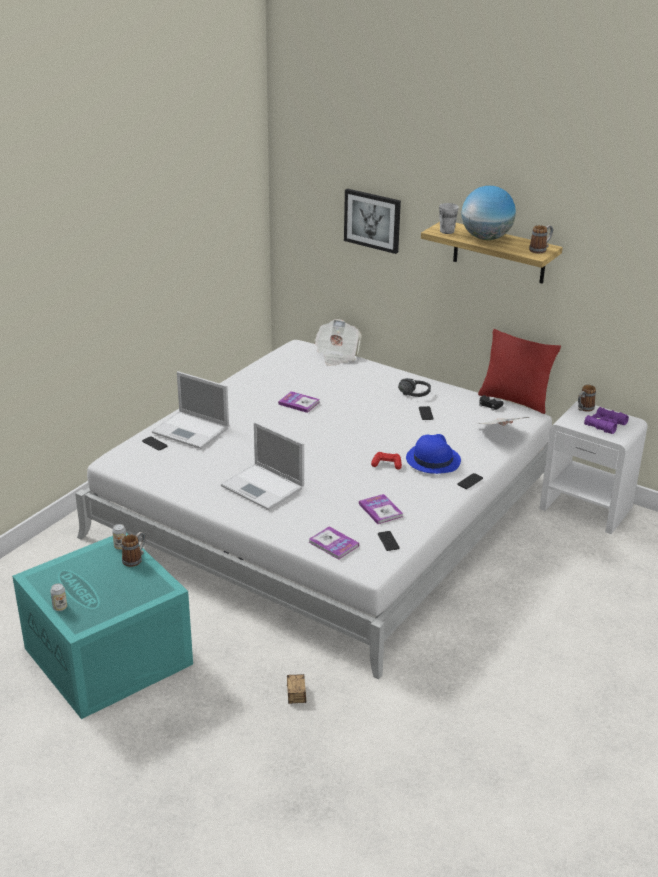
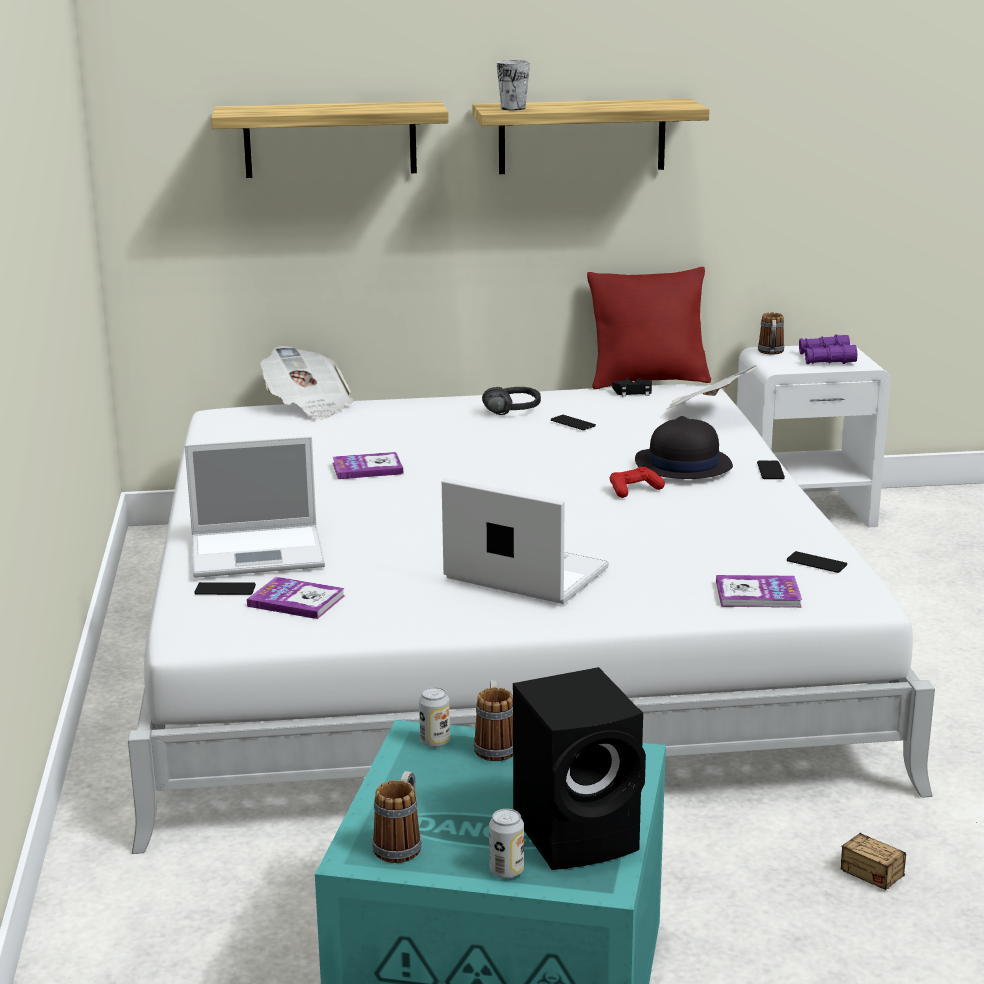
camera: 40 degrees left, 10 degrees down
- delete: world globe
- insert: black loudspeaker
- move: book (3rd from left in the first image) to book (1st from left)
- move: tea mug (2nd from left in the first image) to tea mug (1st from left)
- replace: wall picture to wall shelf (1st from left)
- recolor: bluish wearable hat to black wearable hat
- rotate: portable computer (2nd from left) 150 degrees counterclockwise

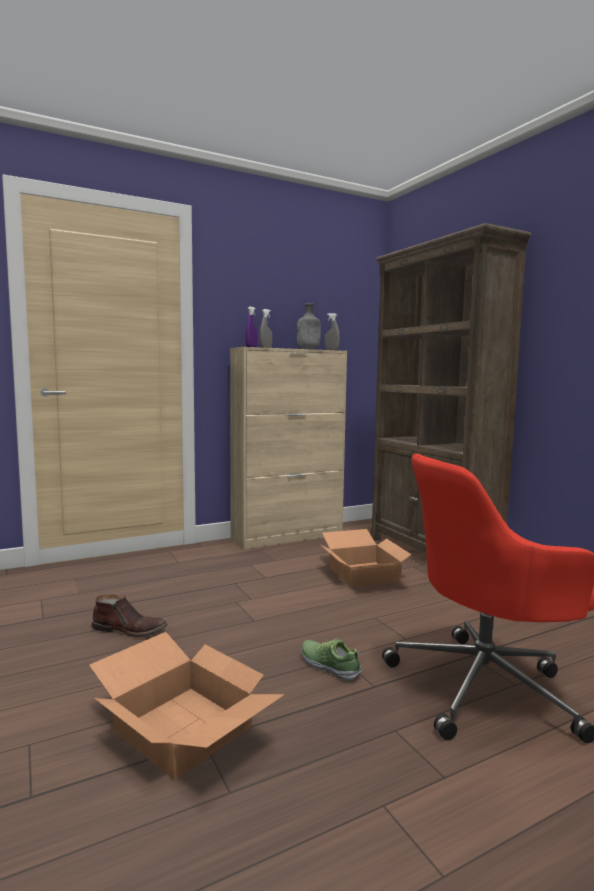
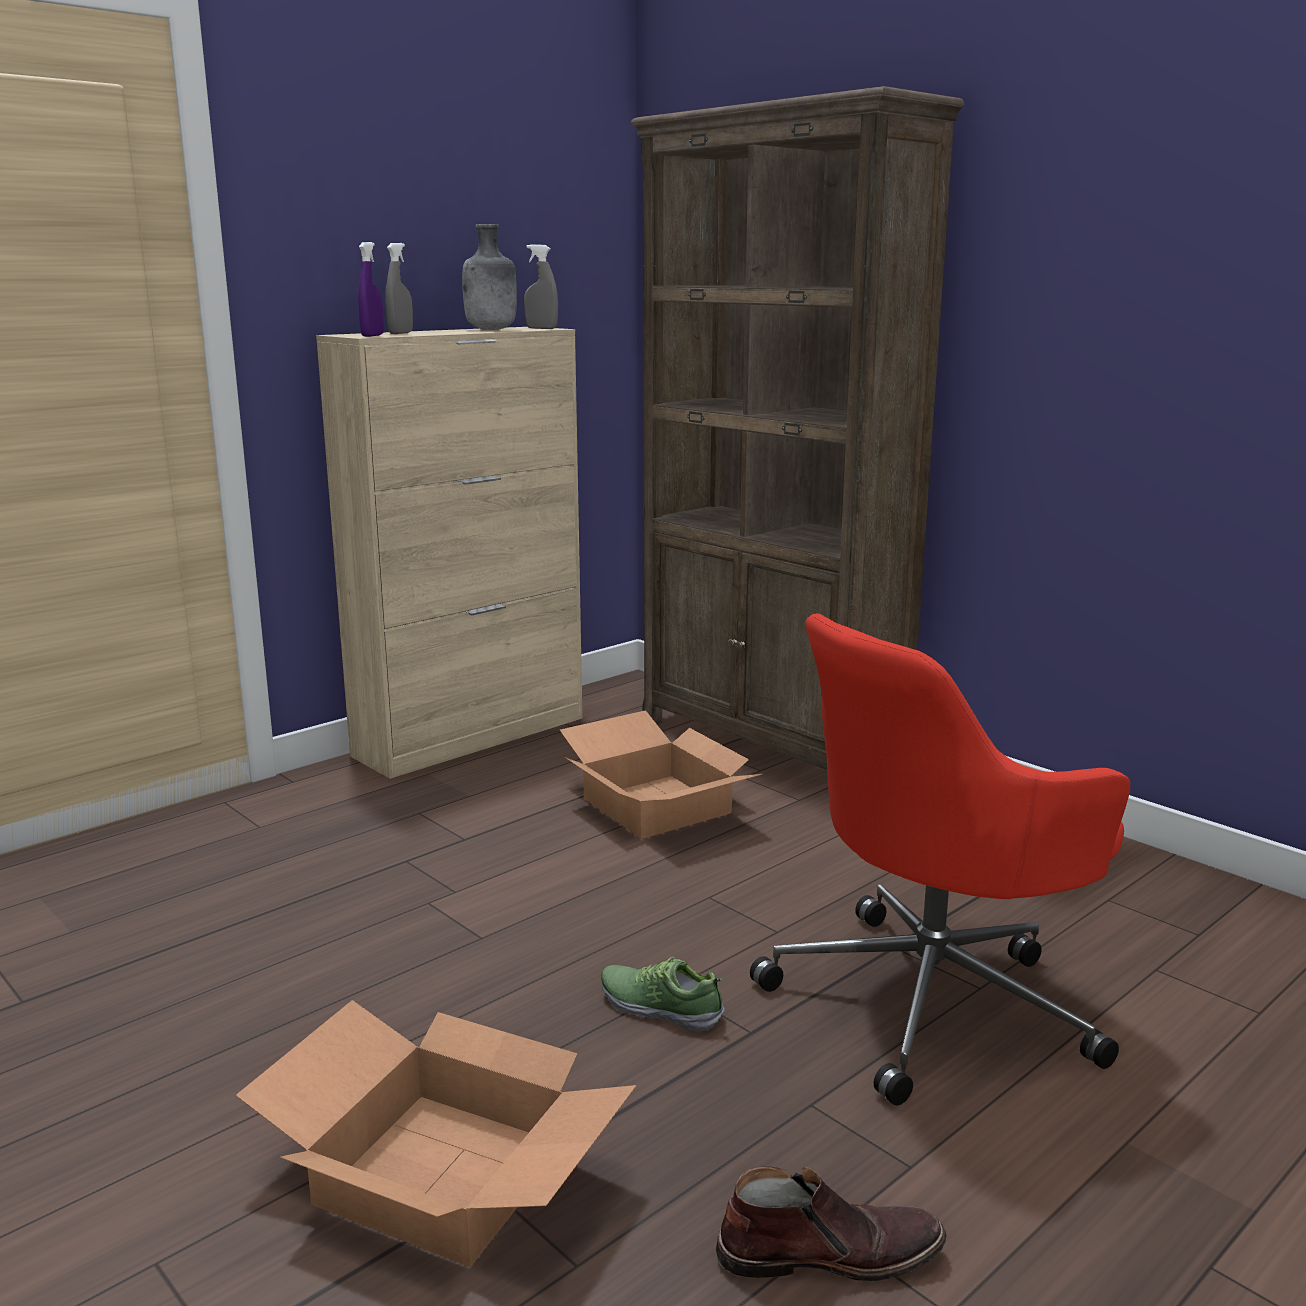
camera: 15 degrees left, 10 degrees up
- move: brown high-top boot

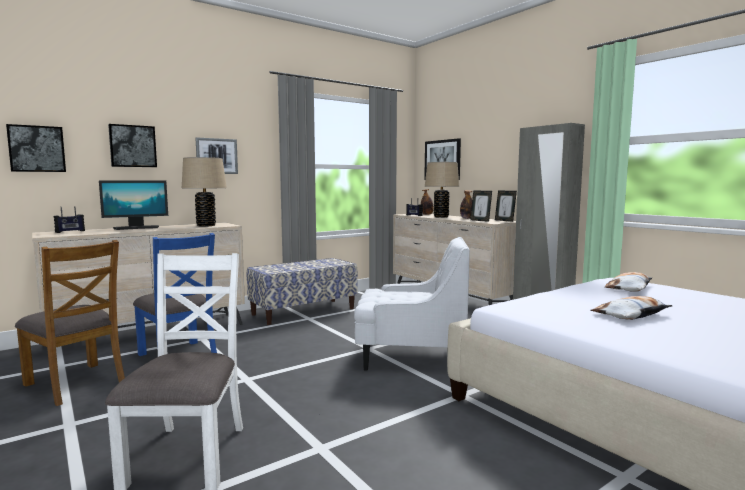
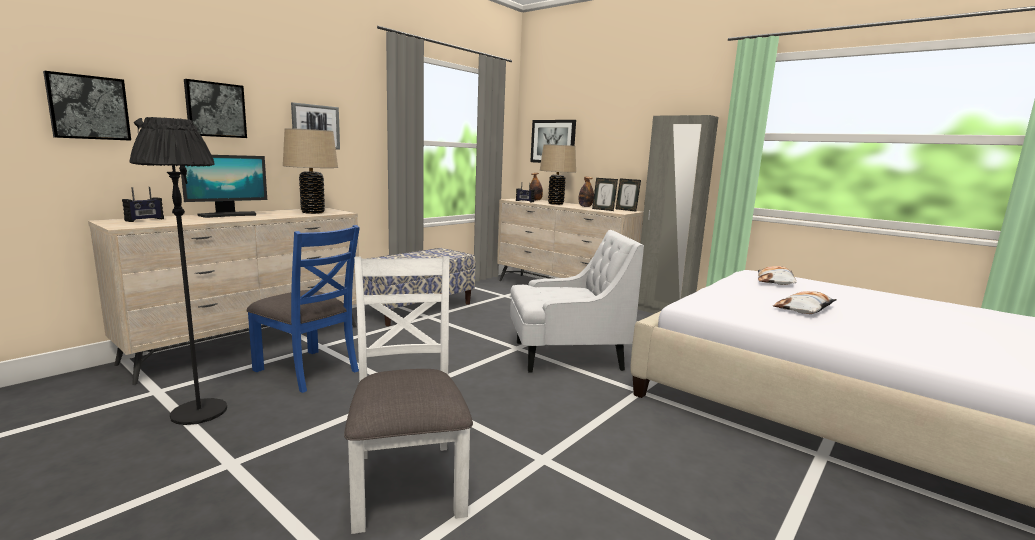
camera: 15 degrees left, 5 degrees up
- replace: brown plain chair to black floor lamp

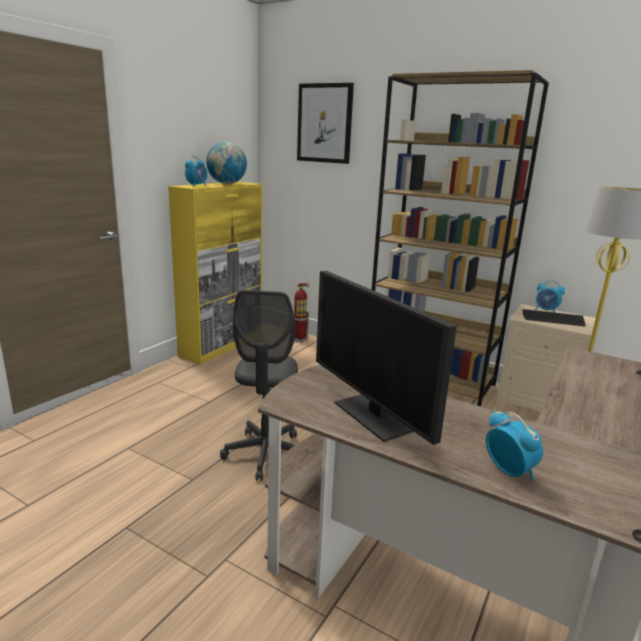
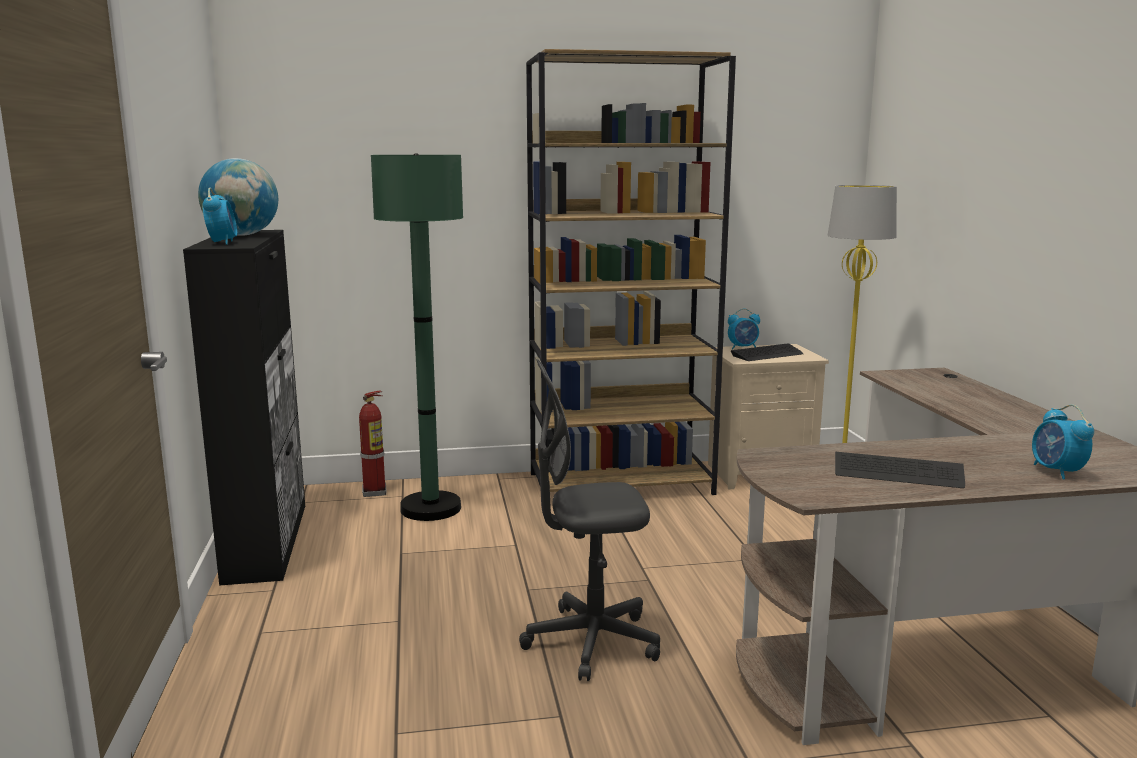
camera: 40 degrees left, 5 degrees down
- delete: wall picture
- insert: greenish floor lamp
- replace: computer screen to keyboard (2nd from left)
- recolor: yellowish storage cabinet to black storage cabinet
- rotate: greyish desk chair 120 degrees clockwise
- rotate: alarm clock (2nd from left in the first image) 120 degrees counterclockwise

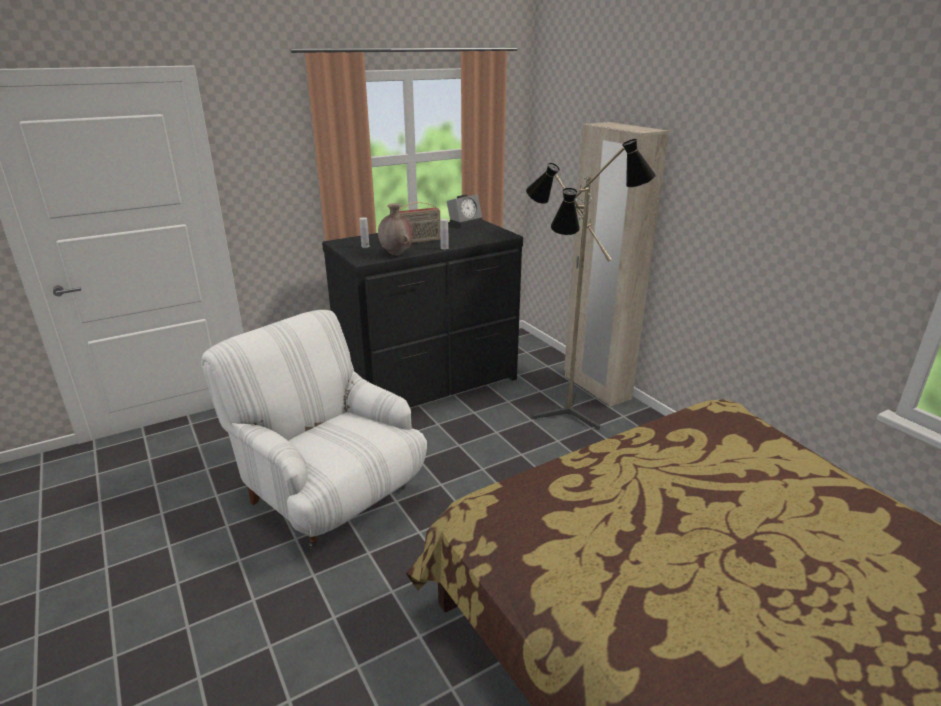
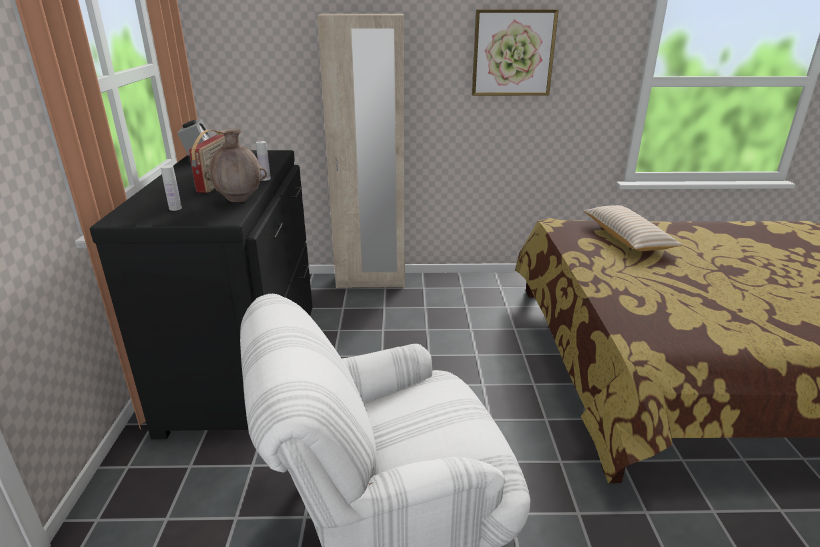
camera: 60 degrees left, 0 degrees up
- delete: floor lamp
- insert: wall picture
- insert: beige-coloured cushion

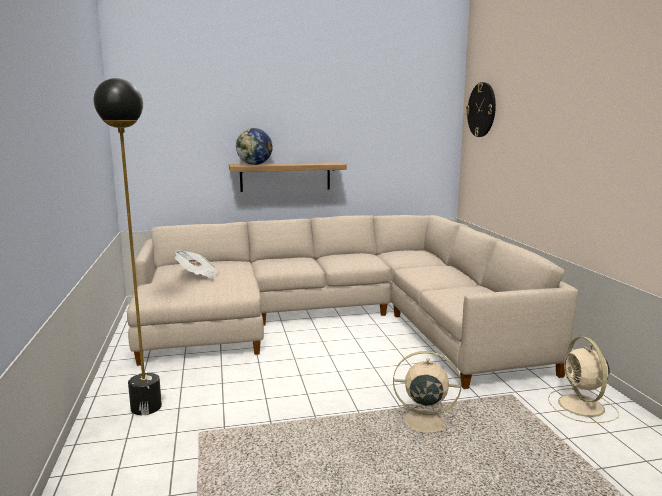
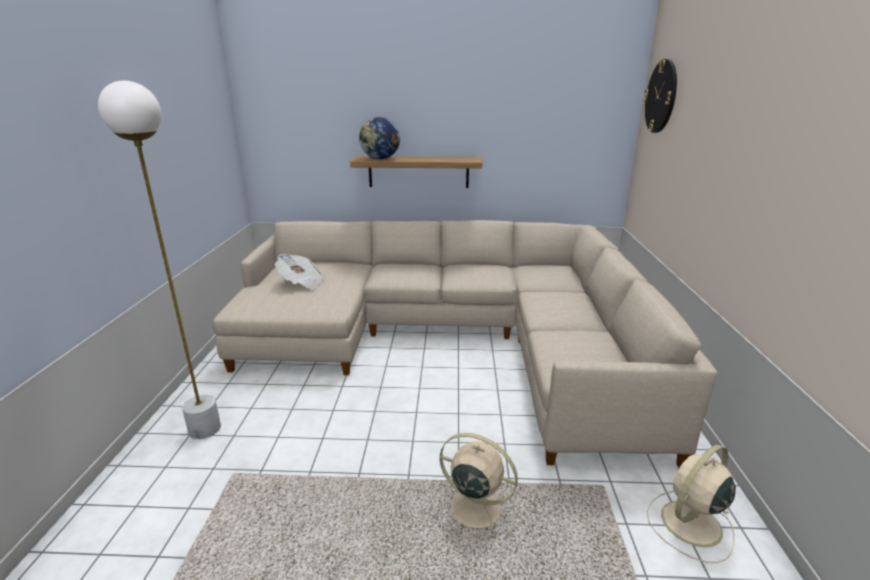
camera: 15 degrees right, 10 degrees up
- recolor: black floor lamp to whitish floor lamp
- rotate: beige-coloured fan (2nd from left) 45 degrees clockwise

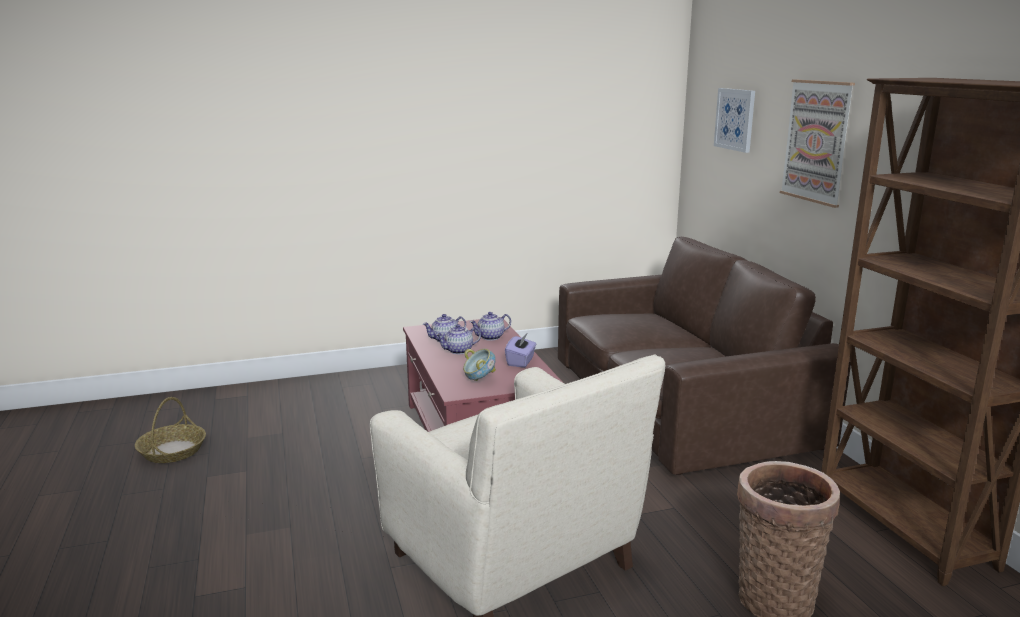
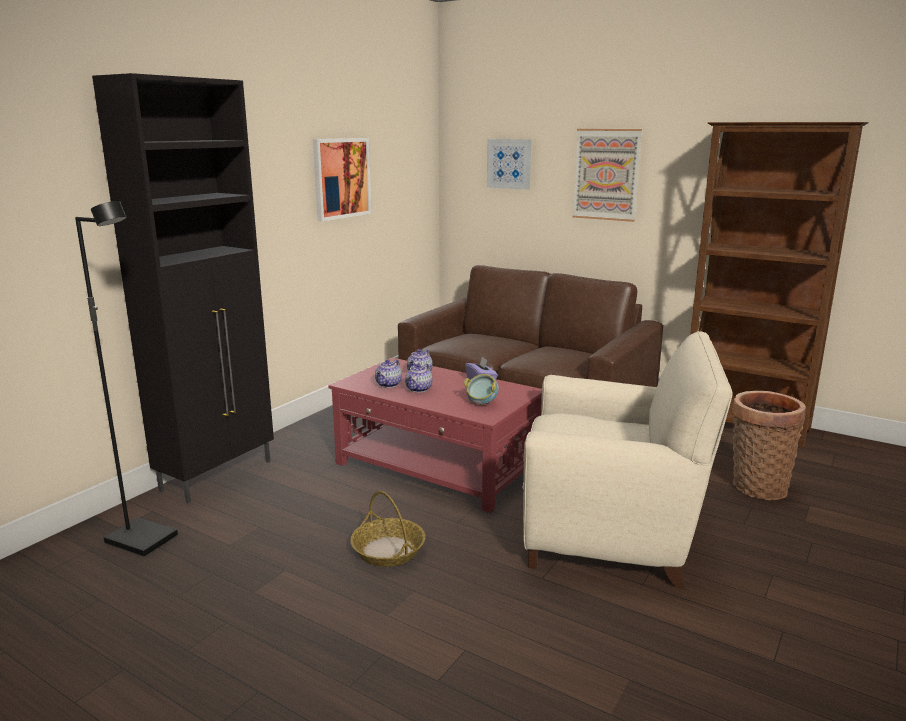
camera: 40 degrees left, 0 degrees up
- insert: black floor lamp
- insert: black storage cabinet
- insert: wall picture (1st from left)
- move: storage basket (1st from left)

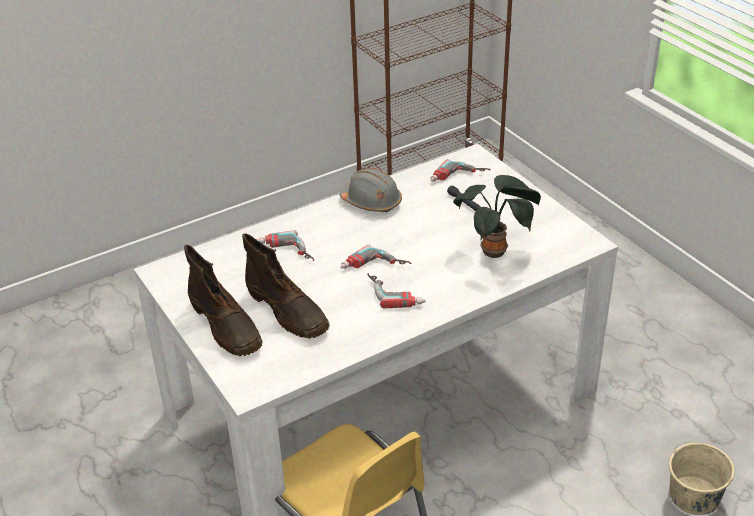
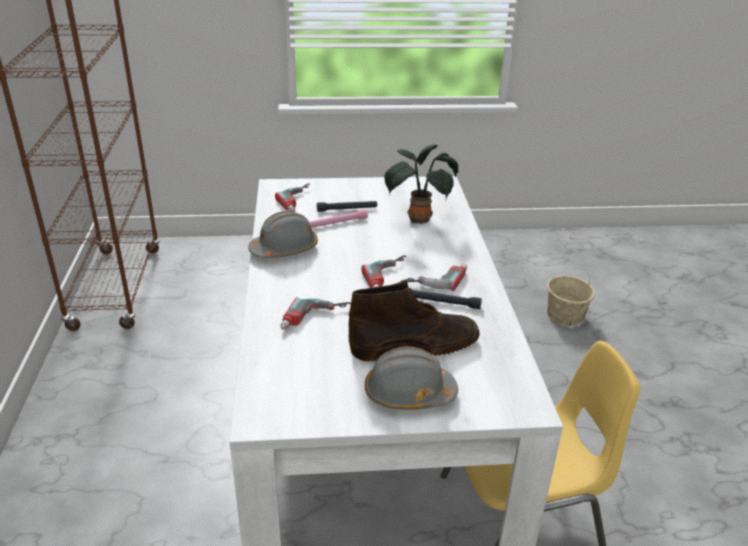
camera: 65 degrees left, 5 degrees down
- insert: pink-coloured flashlight
- insert: black flashlight (2nd from left)
- replace: brown high-top boot (1st from left) to greyish work helmet (2nd from left)

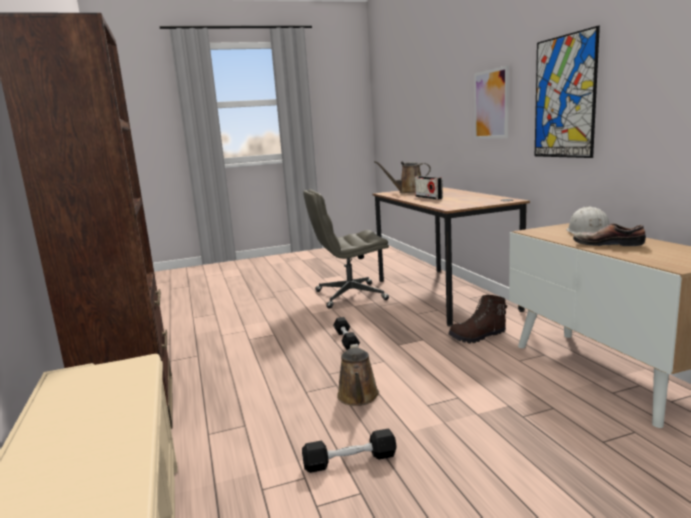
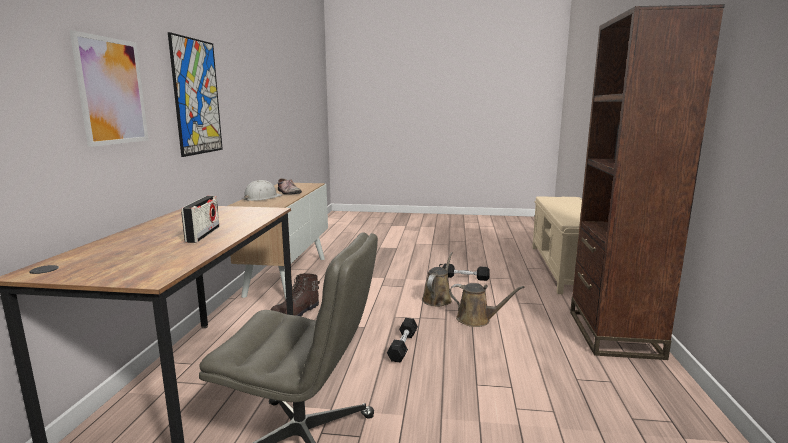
camera: 155 degrees left, 0 degrees up
- move: brown watering can (2nd from left)
- rotate: brown high-top boot 120 degrees clockwise

